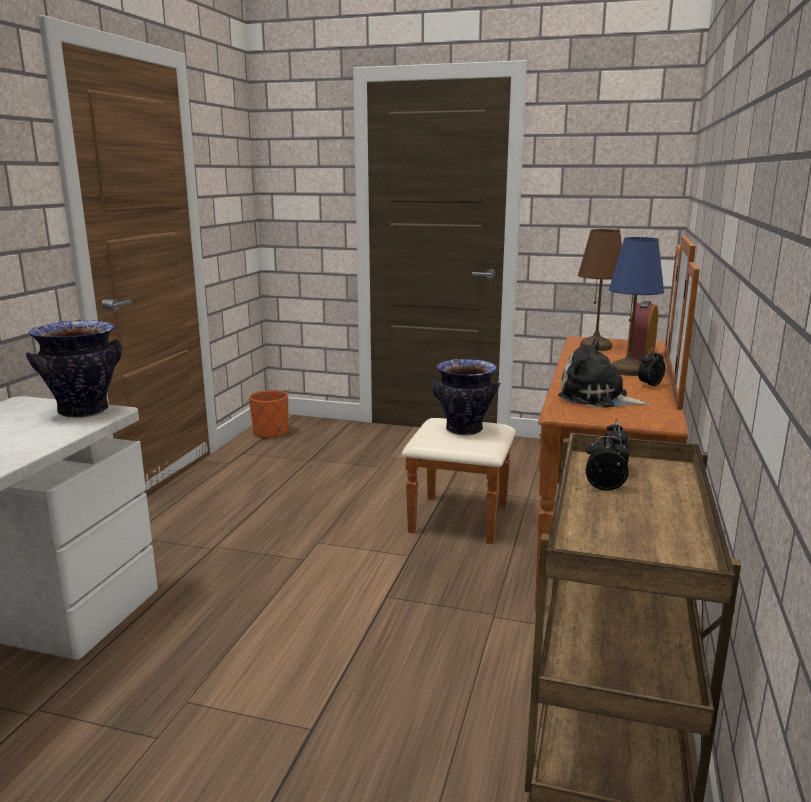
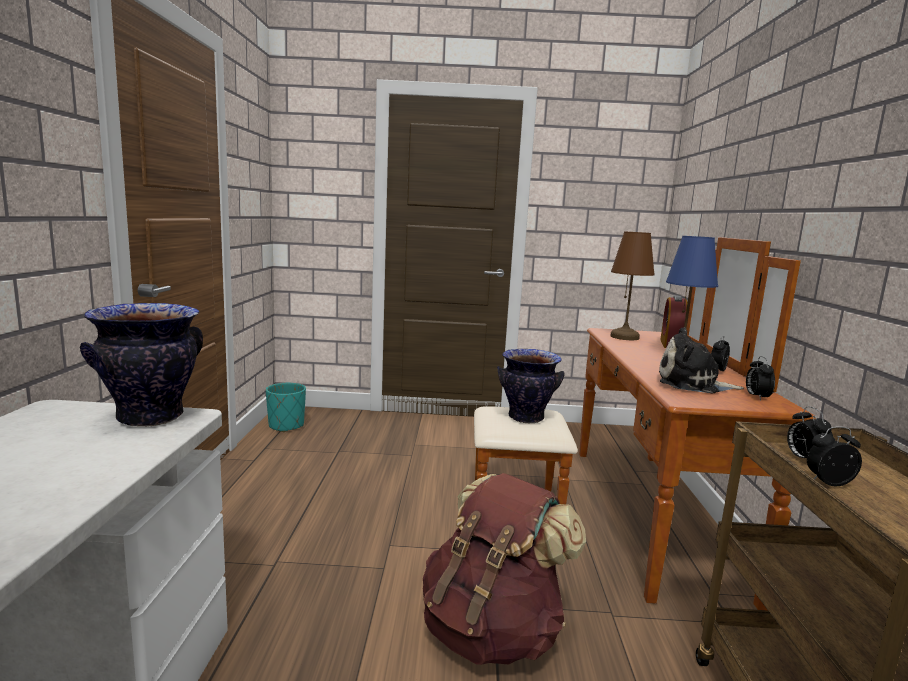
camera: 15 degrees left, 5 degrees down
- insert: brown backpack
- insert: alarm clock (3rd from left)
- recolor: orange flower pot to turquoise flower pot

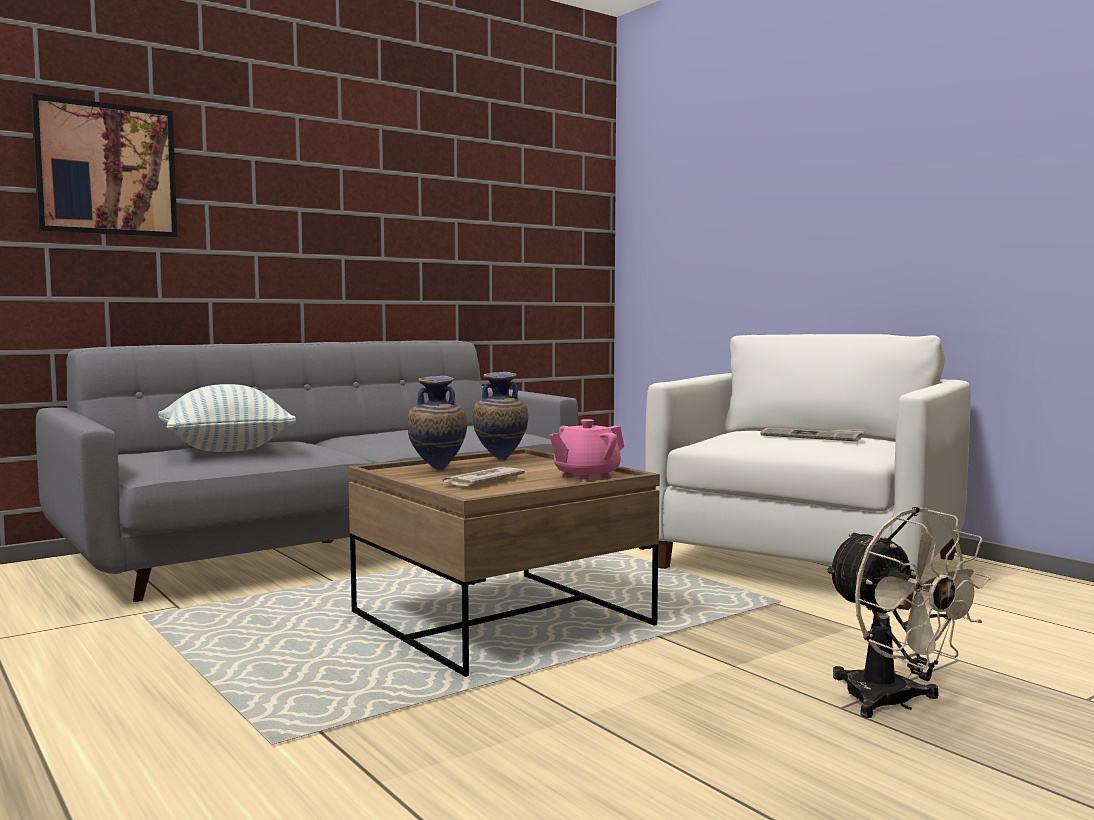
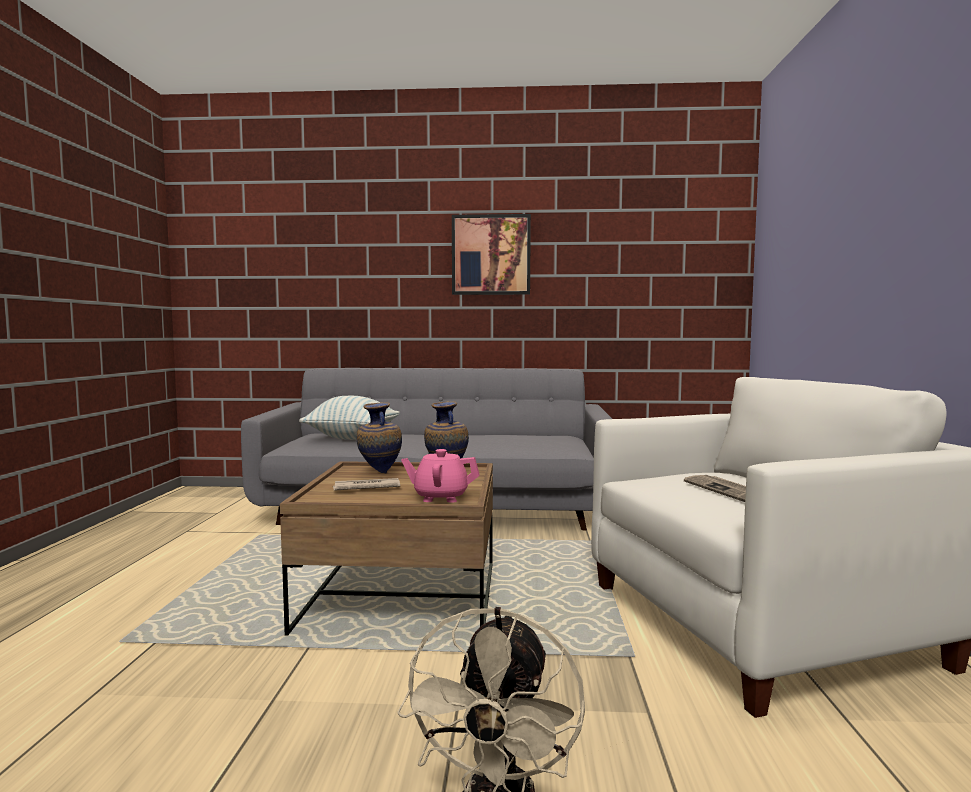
camera: 40 degrees right, 0 degrees up
- move: wall picture

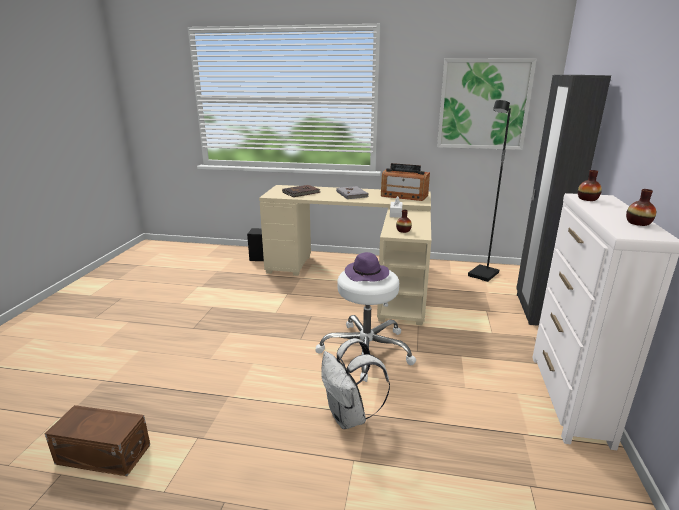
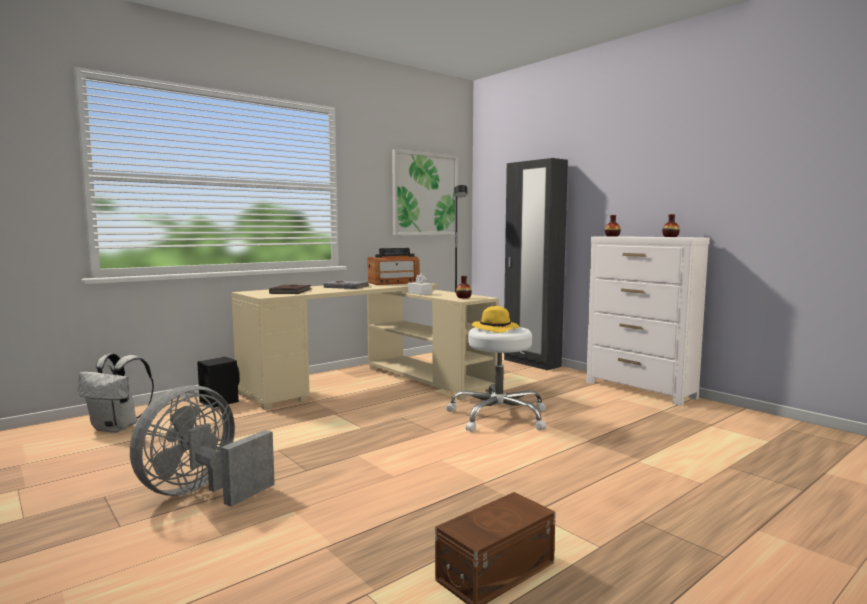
camera: 50 degrees left, 15 degrees down
- insert: greyish fan
- move: whitish backpack
- recolor: purplish wearable hat to yellowish wearable hat

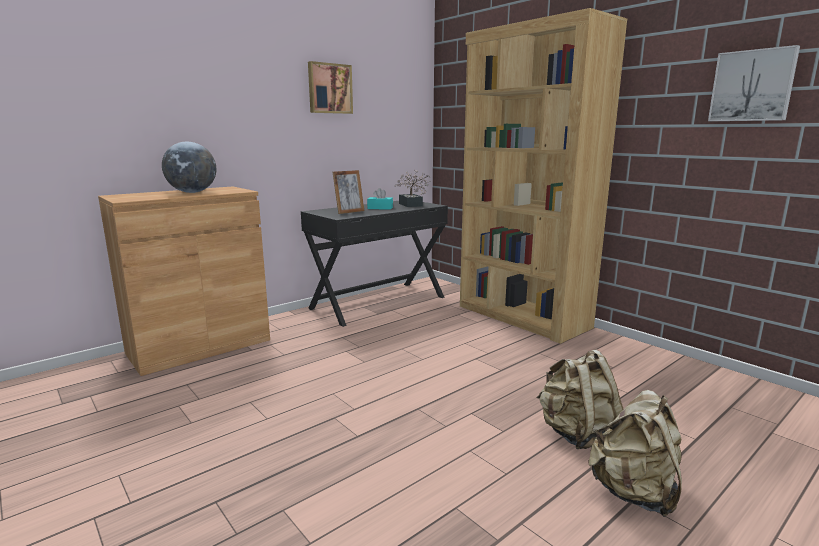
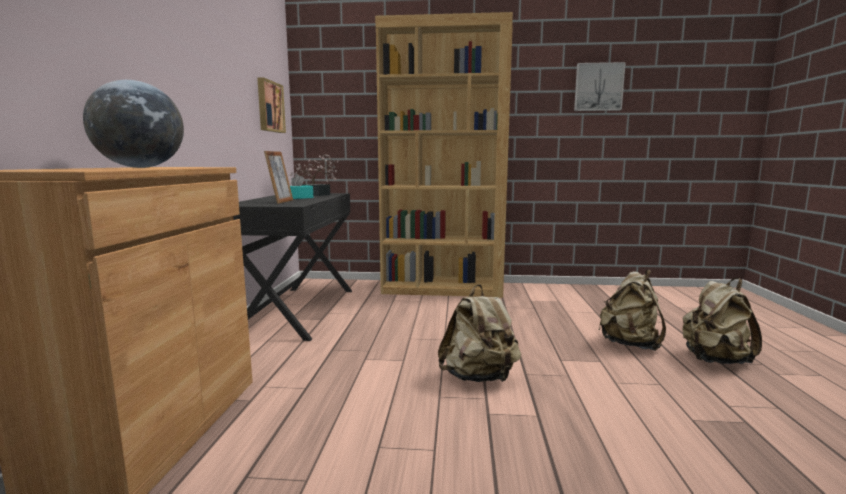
camera: 45 degrees left, 5 degrees down
- insert: beige-coloured backpack (1st from left)
- move: wall picture (1st from left)

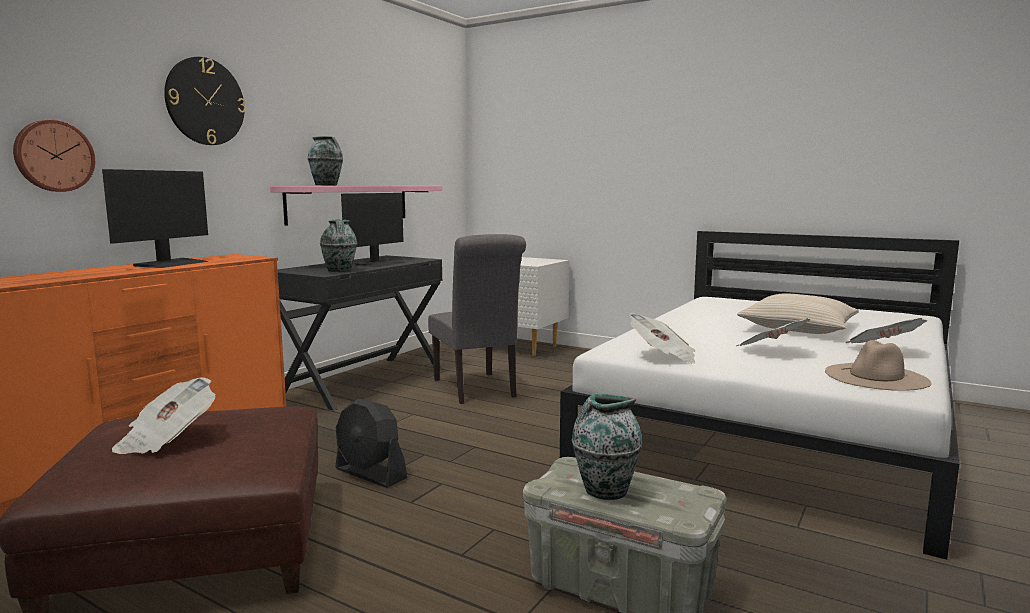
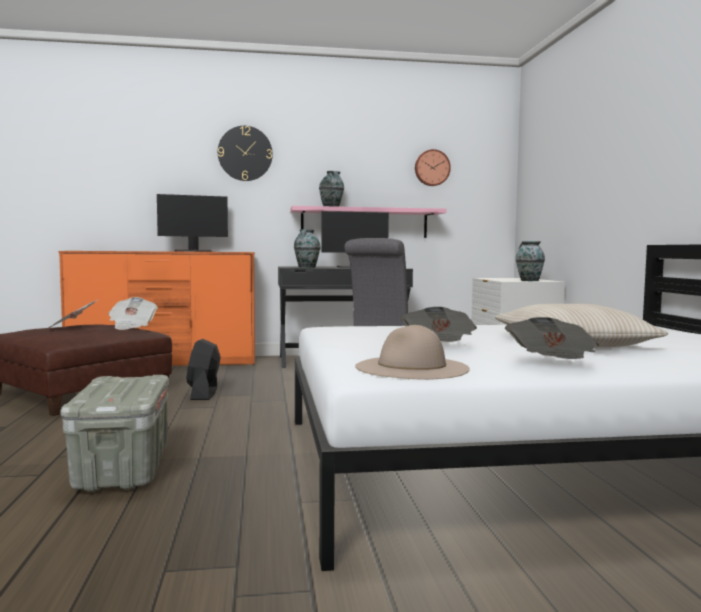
camera: 50 degrees right, 5 degrees down
- move: wall clock (1st from left in the first image) to wall clock (2nd from left)
- move: vase (3rd from left)
- move: newspaper (2nd from left)

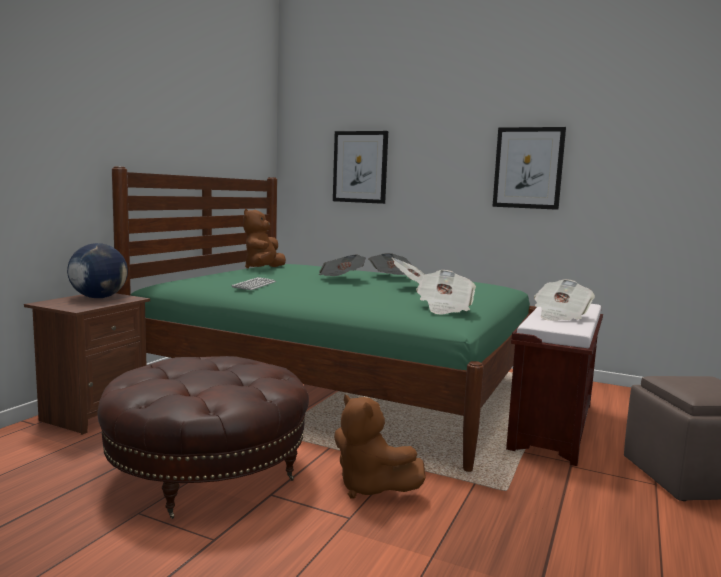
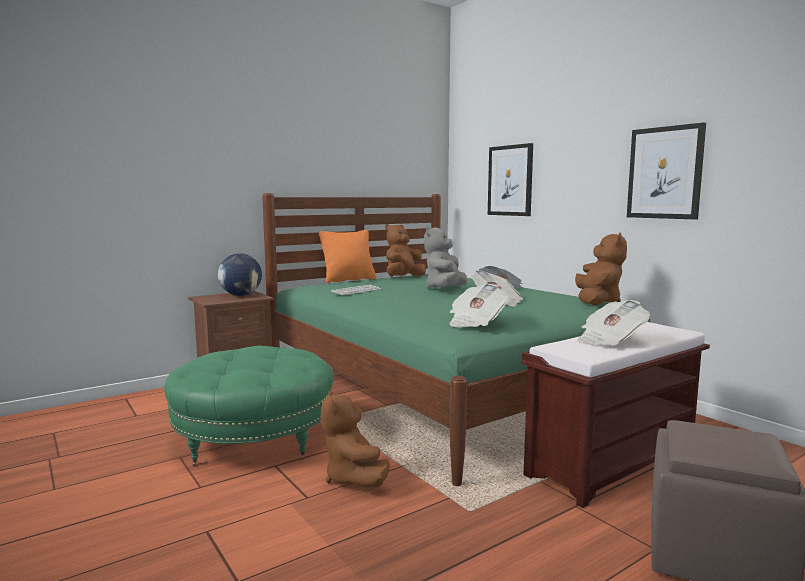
camera: 30 degrees right, 0 degrees up
- insert: orange cushion
- insert: brown plush toy (3rd from left)
- replace: newspaper (1st from left) to greyish plush toy
- recolor: brown ottoman (1st from left) to greenish ottoman

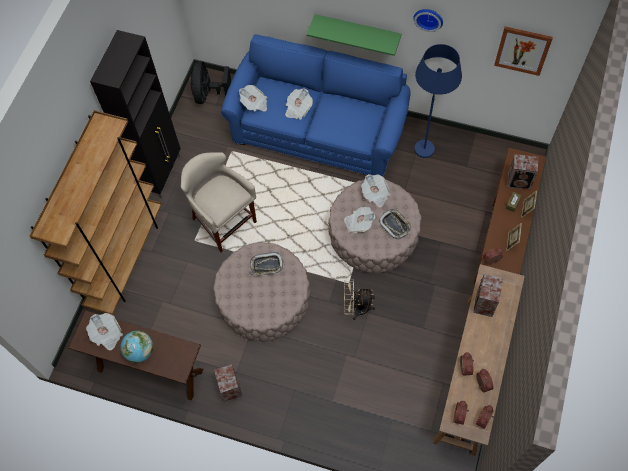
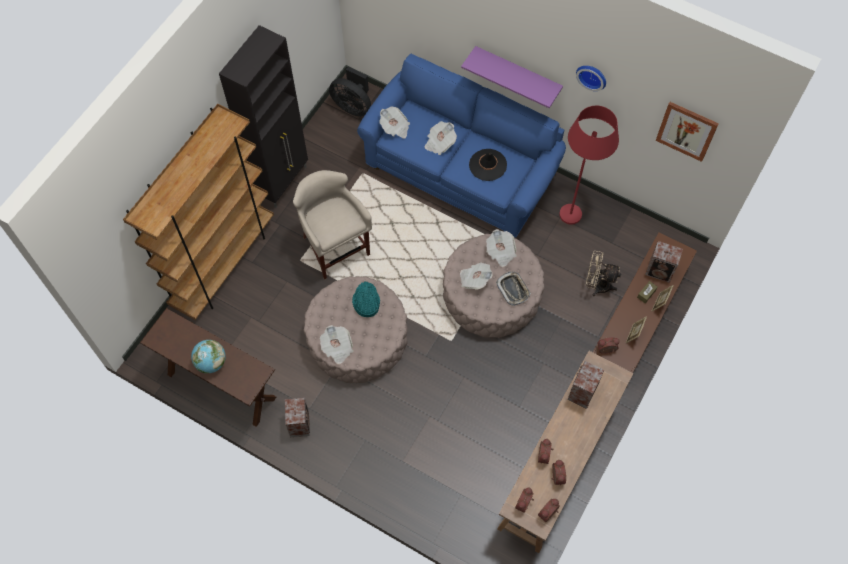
camera: 10 degrees right, 0 degrees up
- insert: black wearable hat
- move: newspaper (1st from left)
- move: beige-coloured fan
- replace: tray (1st from left) to turquoise wearable hat
- recolor: greenish wall shelf to purplish wall shelf
- recolor: bluish floor lamp to red-coloured floor lamp
- rotate: black fan 75 degrees counterclockwise

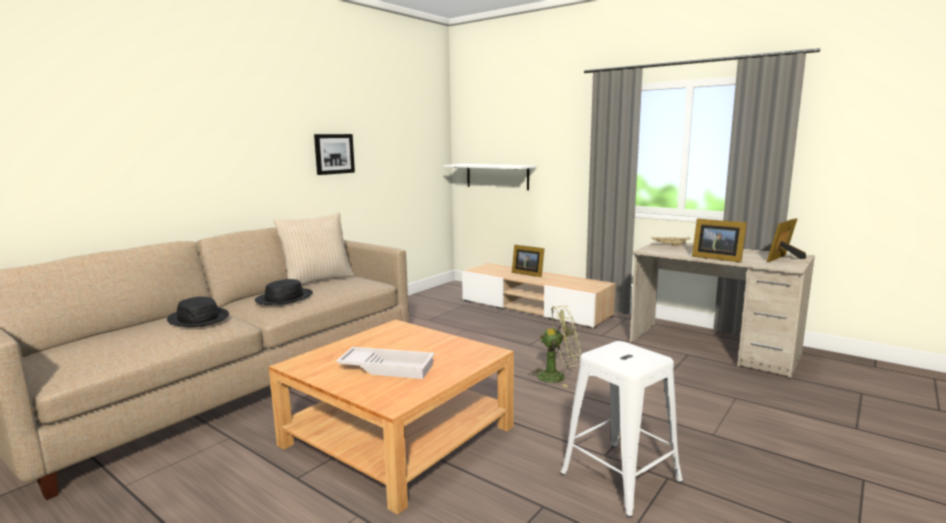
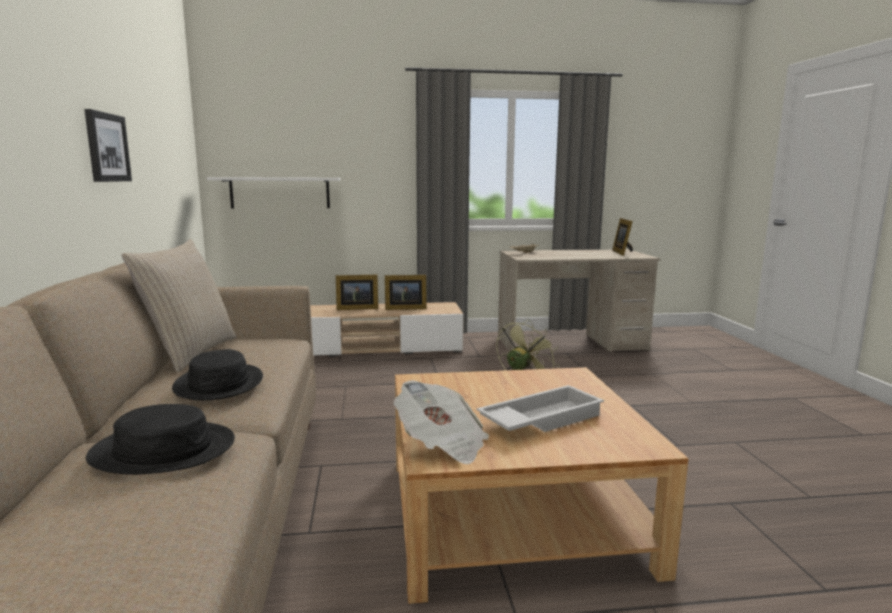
camera: 45 degrees left, 0 degrees up
- delete: whitish stool
- insert: newspaper
- move: photo frame (2nd from left)

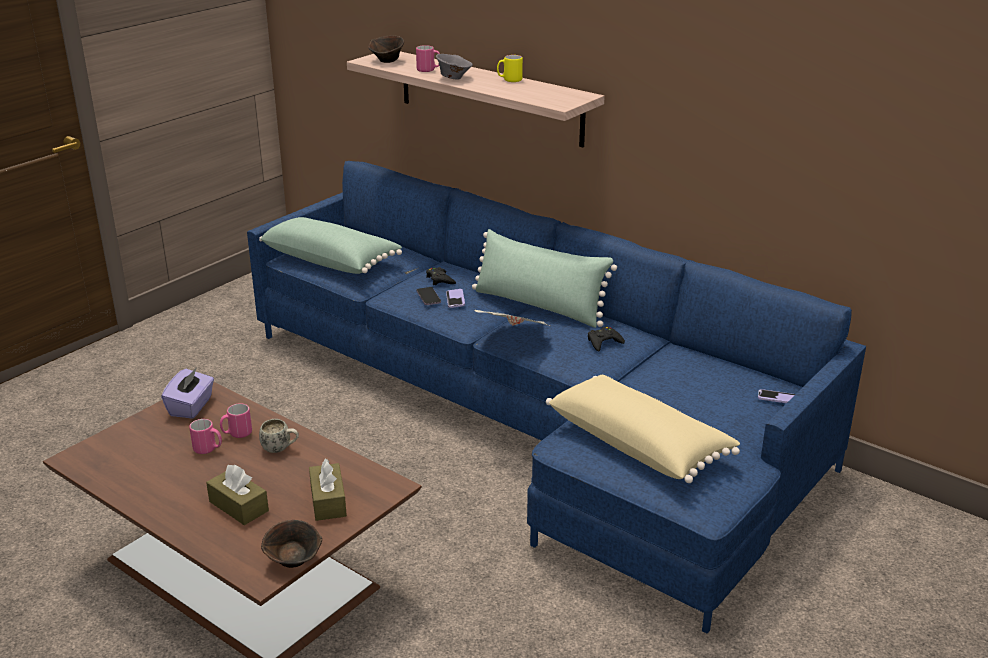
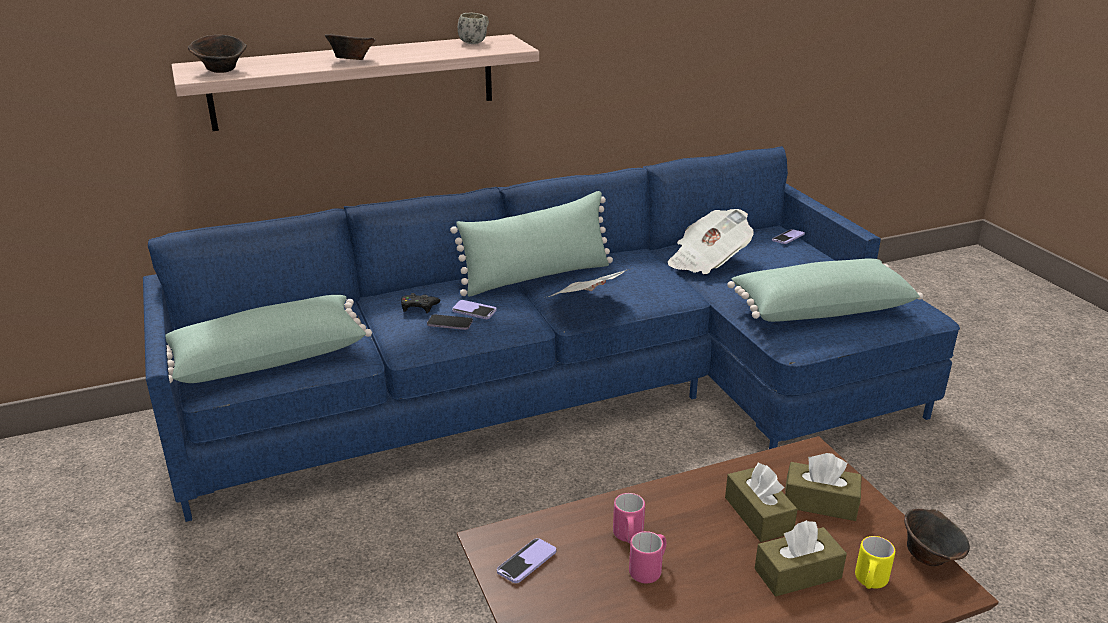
camera: 60 degrees left, 0 degrees up
- delete: pink-coloured tea mug (3rd from left)
- delete: black gamepad (2nd from left)
- insert: newspaper (2nd from left)
- insert: brown box of tissues (1st from left)
- move: whitish tea mug
- move: yellowish tea mug
- replace: purplish box of tissues to telephone (3rd from left)
- recolor: greyish deep dish to brown deep dish (2nd from left)
- recolor: beige-coloured cushion to greenish cushion (3rd from left)

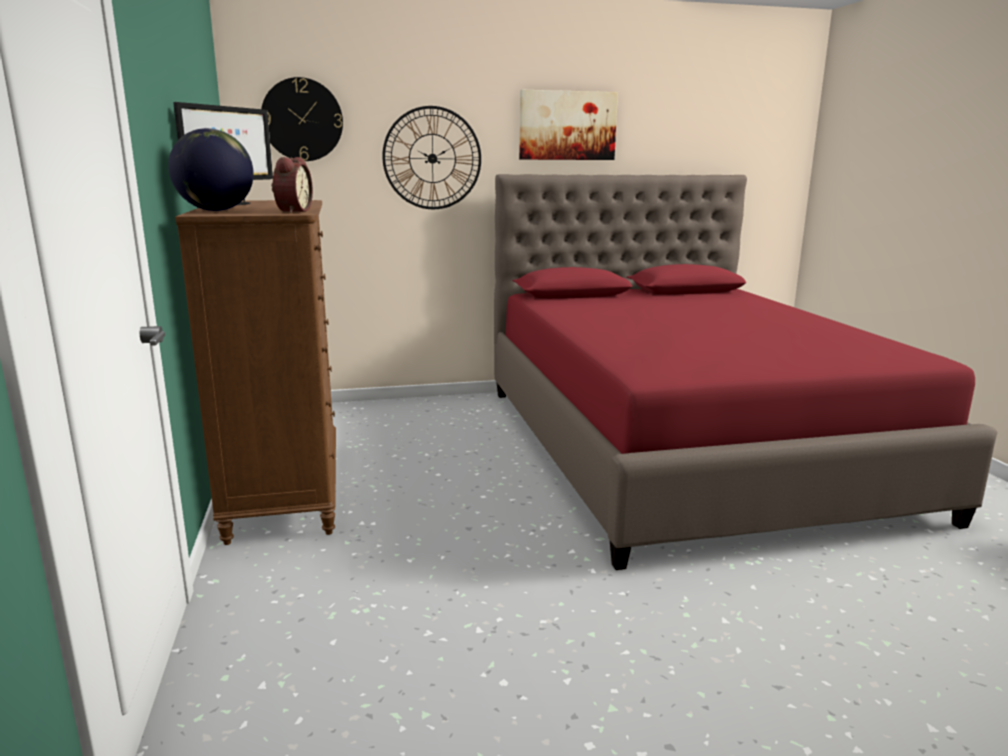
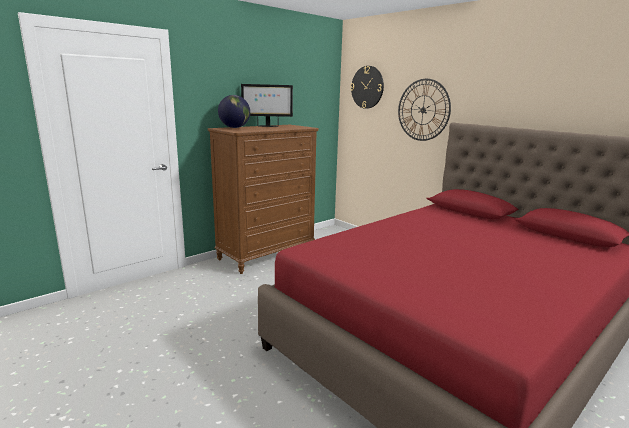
camera: 60 degrees right, 0 degrees up
- delete: alarm clock
- delete: wall picture

